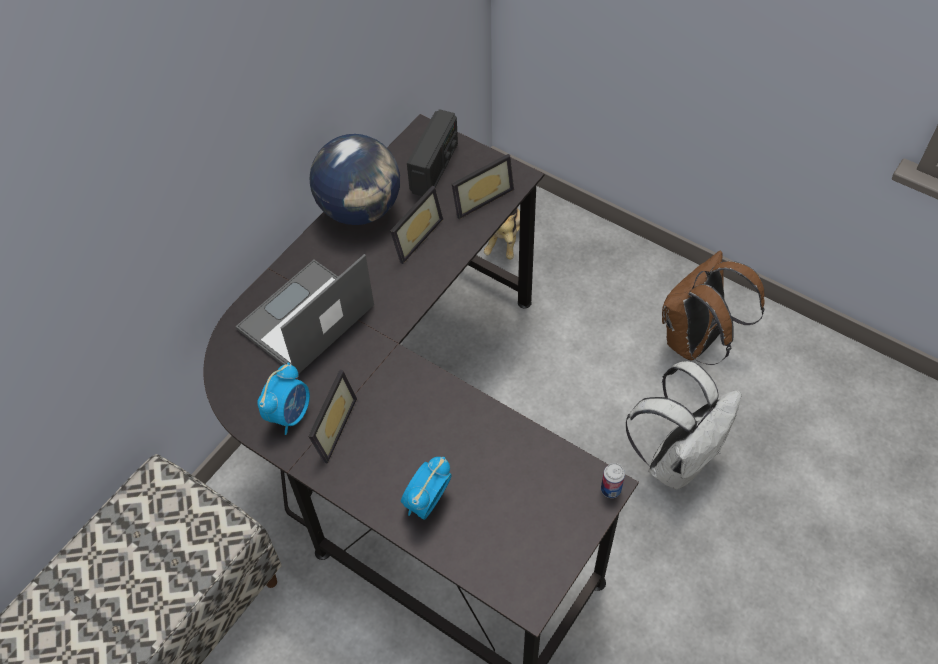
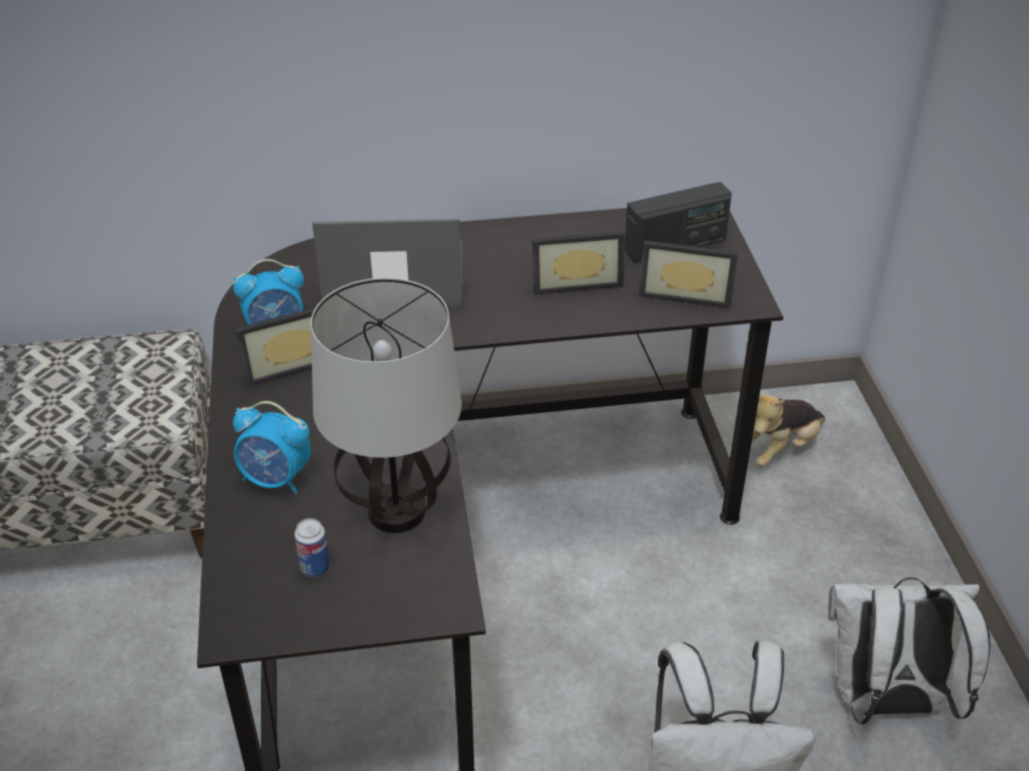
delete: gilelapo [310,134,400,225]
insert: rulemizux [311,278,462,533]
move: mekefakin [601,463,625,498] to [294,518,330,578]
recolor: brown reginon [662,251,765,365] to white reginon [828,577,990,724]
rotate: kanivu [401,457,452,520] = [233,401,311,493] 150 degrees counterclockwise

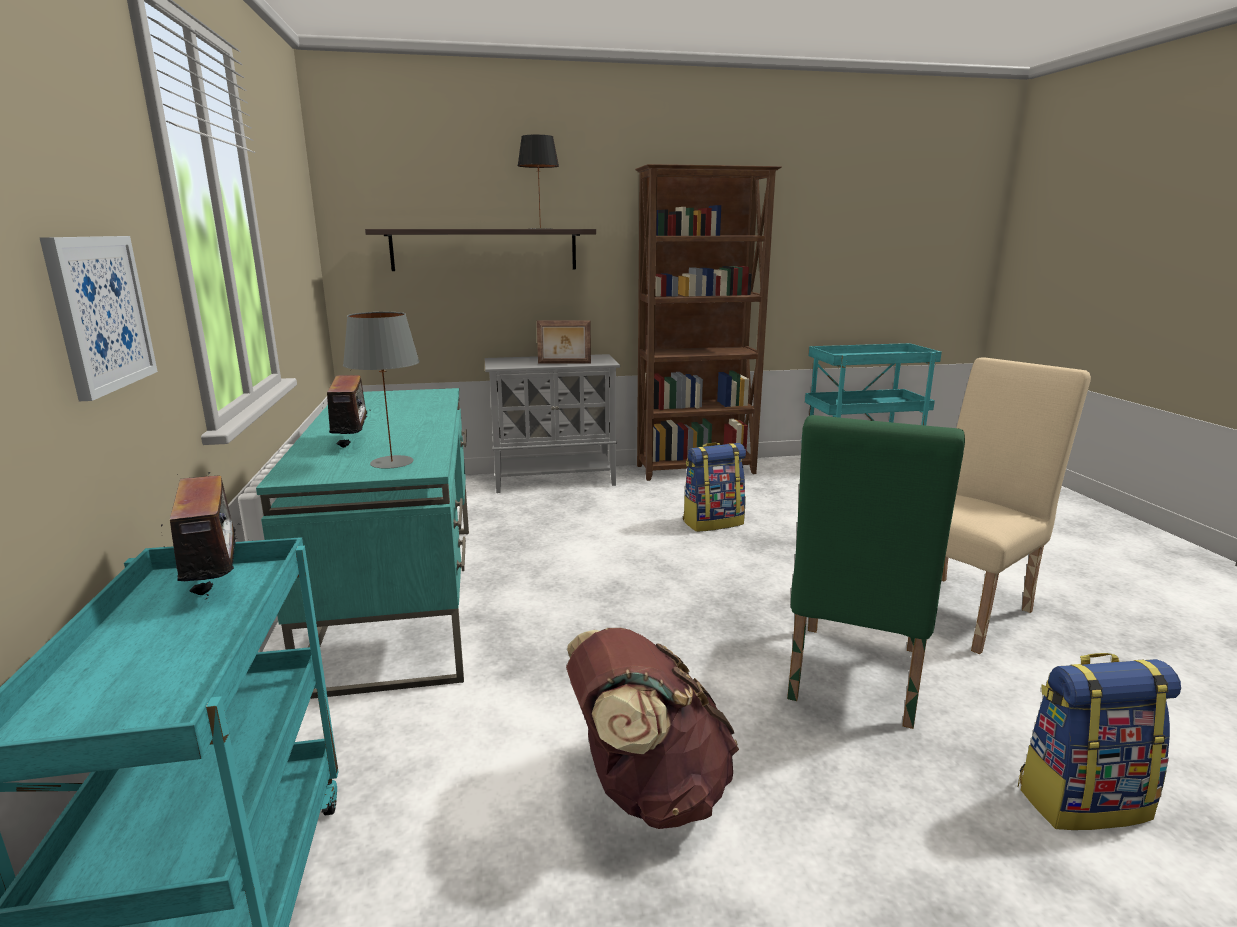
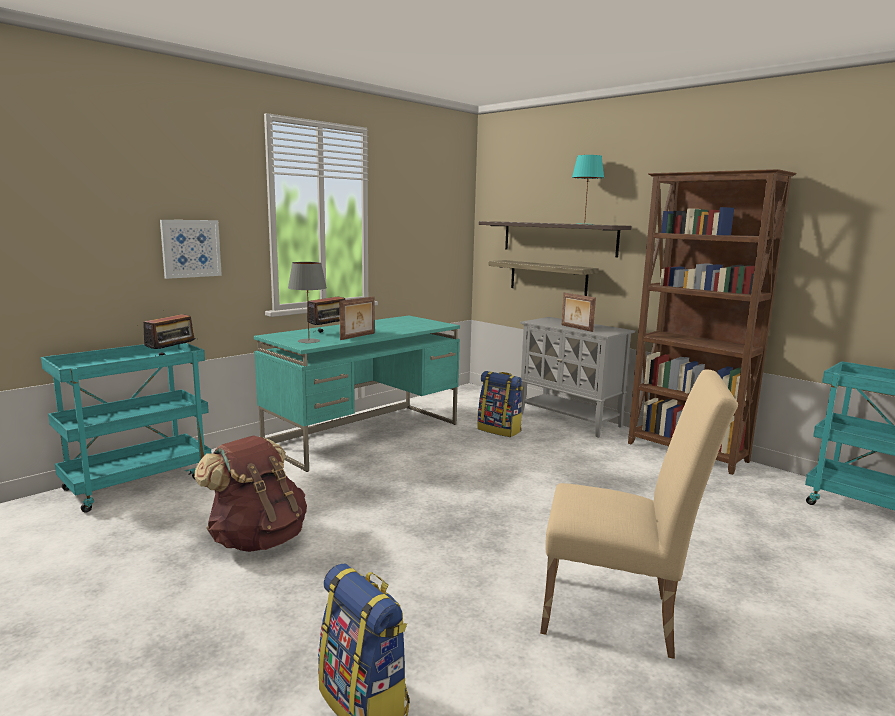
delete: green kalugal [787,415,965,729]
insert: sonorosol [339,296,375,340]; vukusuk [488,260,599,296]
move: reginon [683,442,746,532] to [477,371,523,437]
recolor: black rulemizux [517,135,559,229] to turquoise rulemizux [572,155,604,224]

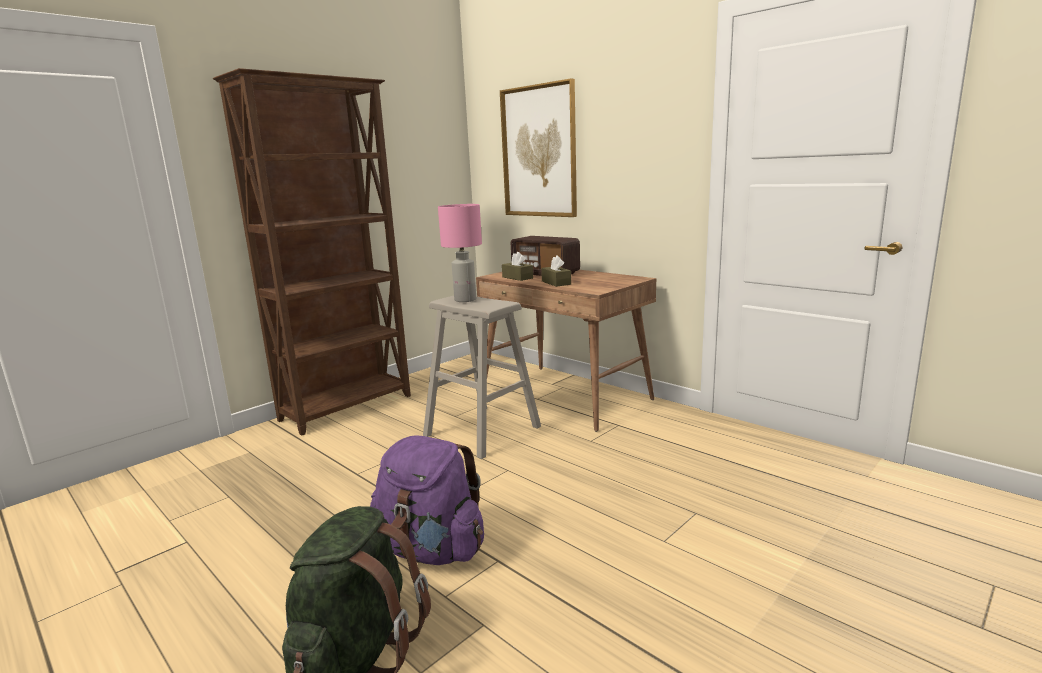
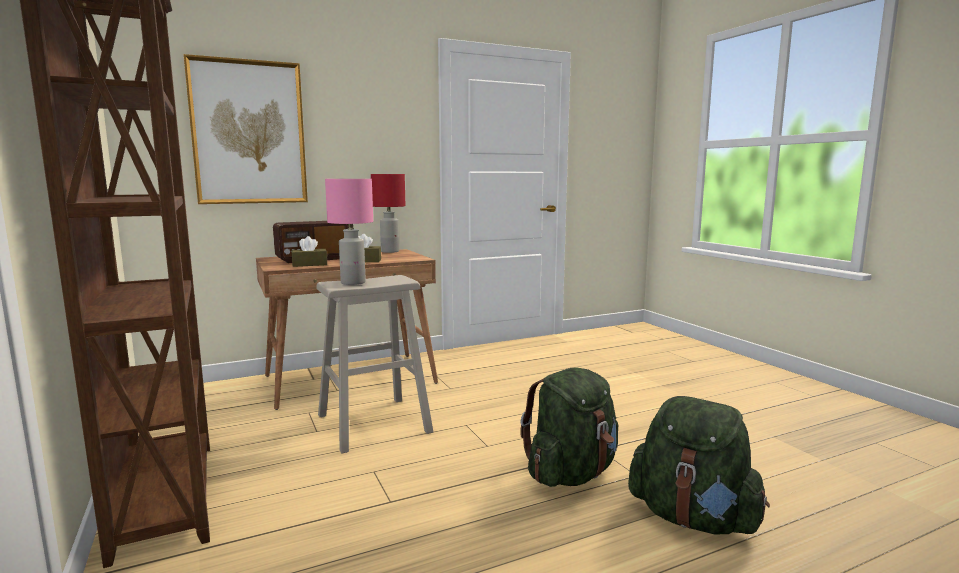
insert: red rulemizux [371,174,406,253]
recolor: purple reginon [370,435,484,565] to green reginon [520,367,618,487]

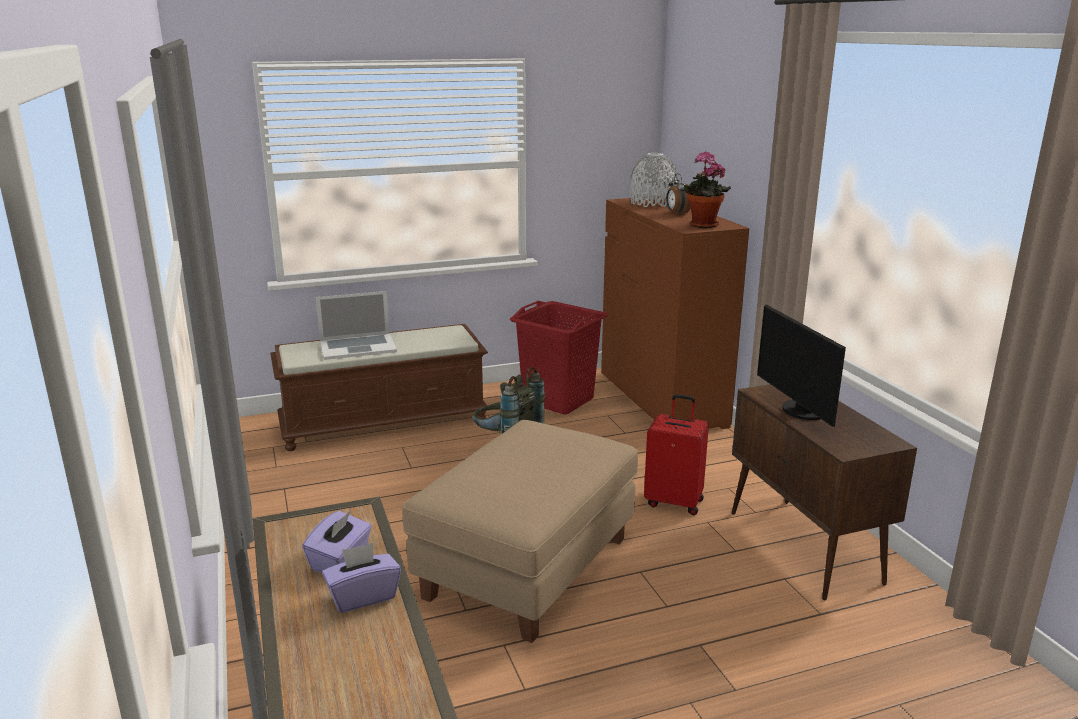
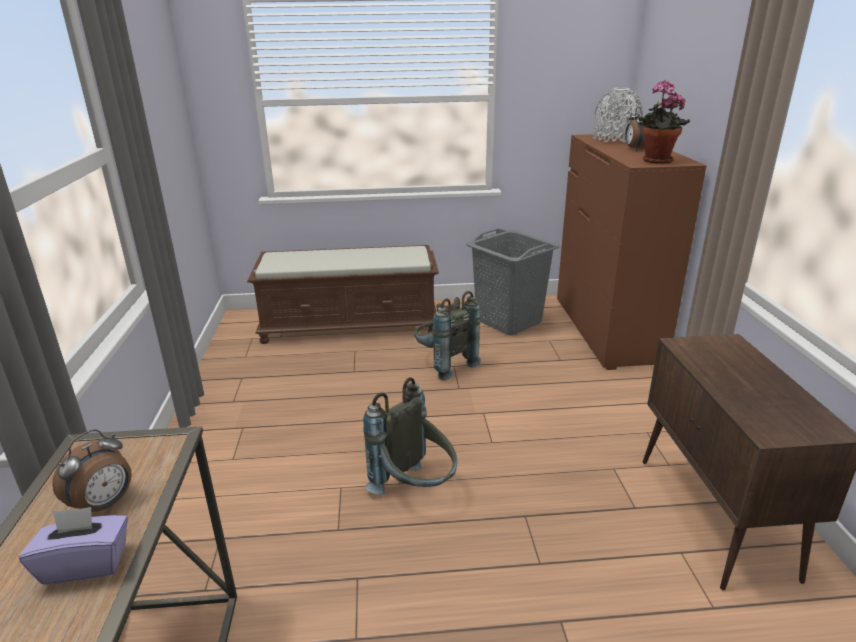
delete: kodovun [316,291,397,360]; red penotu [644,394,709,515]; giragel [757,305,846,427]
replace: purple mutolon [302,511,372,573] to kanivu [52,429,132,513]; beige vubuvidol [403,420,639,643] to grey reginon [363,377,457,495]
recolor: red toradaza [510,301,608,415] to grey toradaza [466,228,560,336]

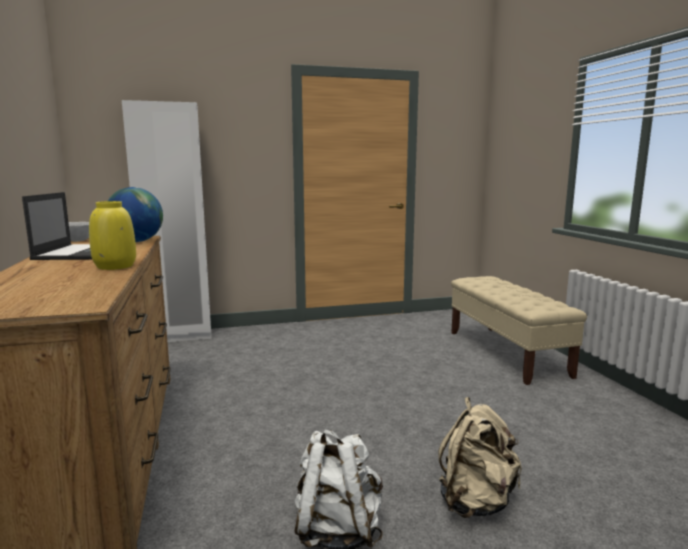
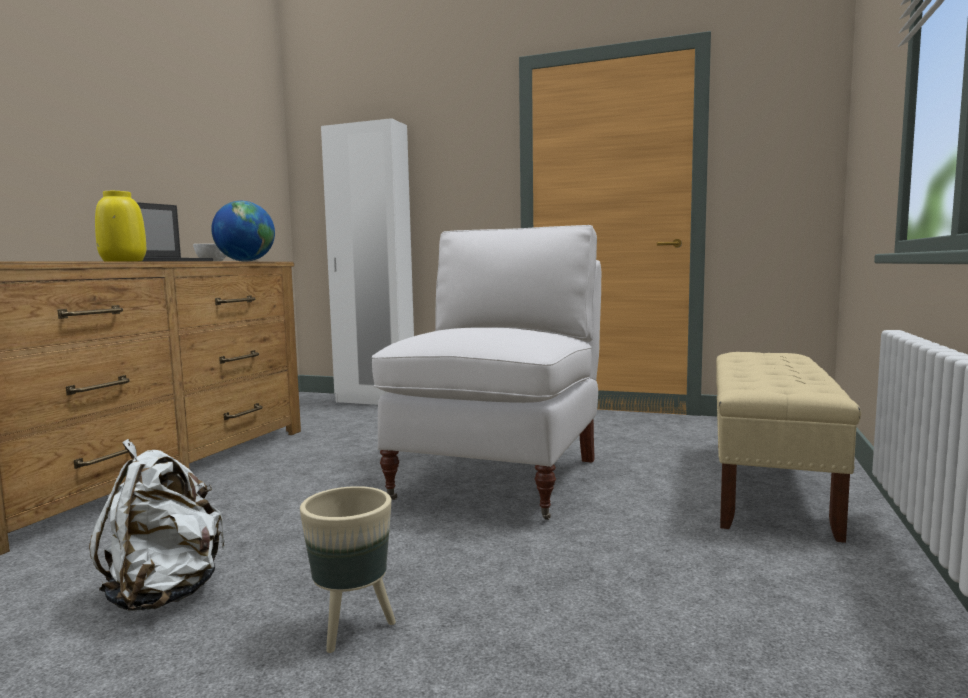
insert: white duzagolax [372,225,601,520]
replace: beige reginon [438,397,522,518] to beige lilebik [300,486,396,653]

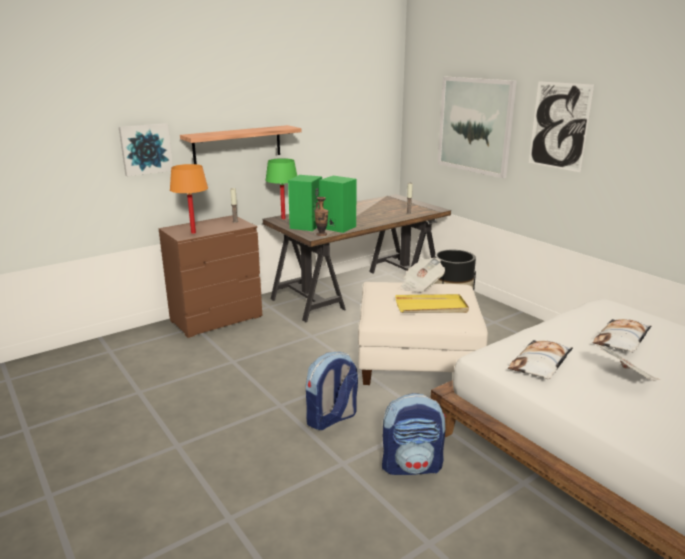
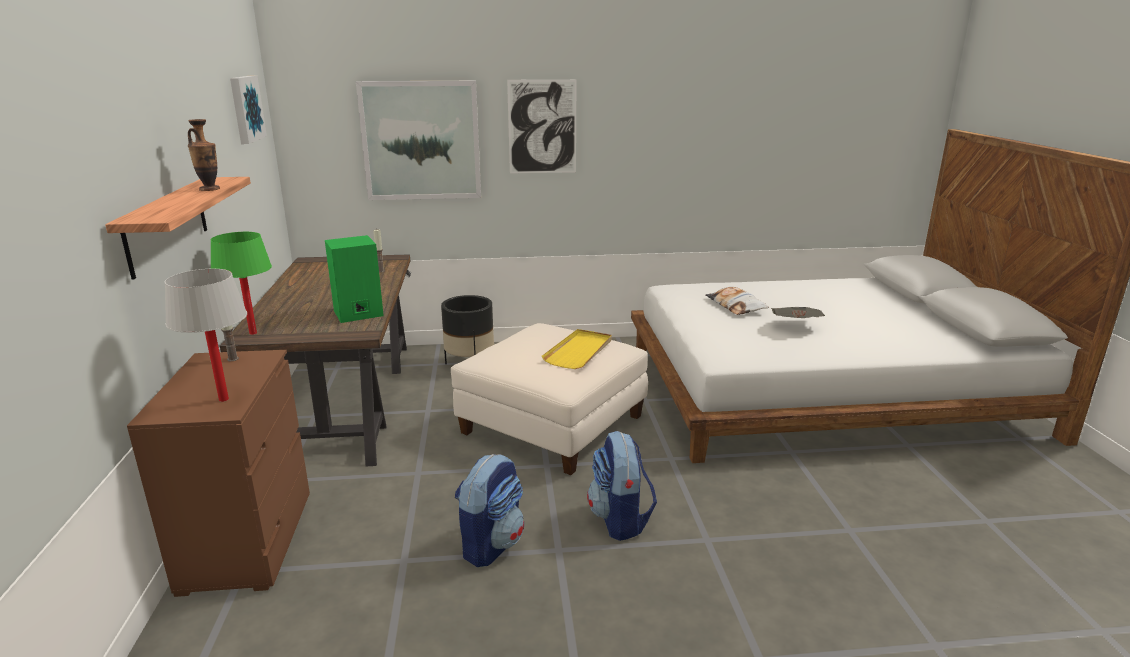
delete: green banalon [288,175,322,231]; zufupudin [400,258,445,293]; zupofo [508,340,573,379]
move: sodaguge [119,123,173,176] to [230,75,267,144]; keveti [315,197,328,236] to [188,119,220,191]; reginon [382,393,446,475] to [455,454,524,567]
recolor: orange rulemizux [170,164,208,234] to white rulemizux [165,269,247,402]

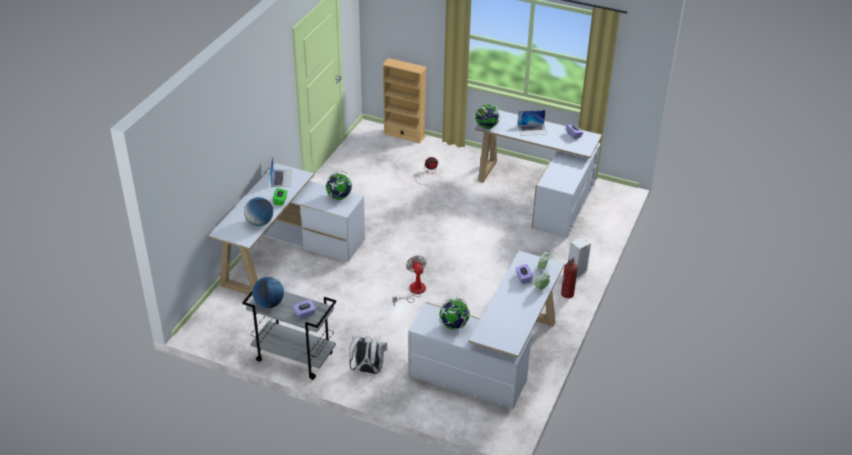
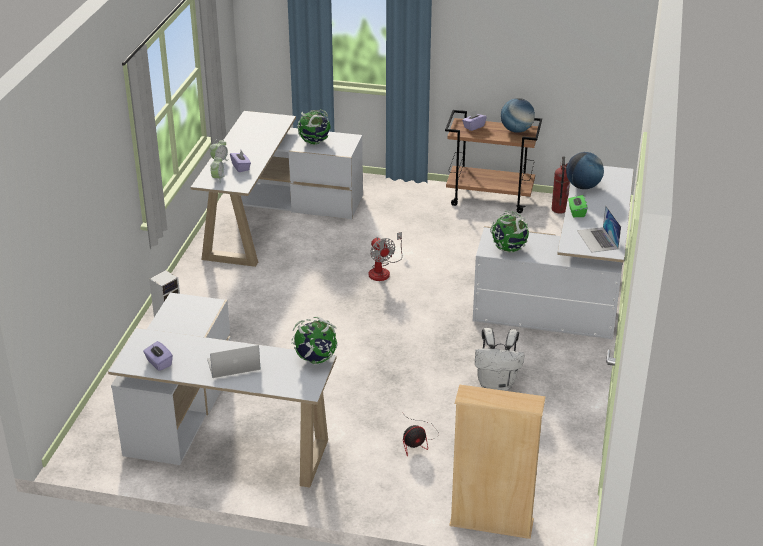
move: white reginon [349,335,387,374] to [475,328,525,391]; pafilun [561,258,578,298] to [552,156,570,214]
recolor: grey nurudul [242,290,337,380] to brown nurudul [445,110,542,213]

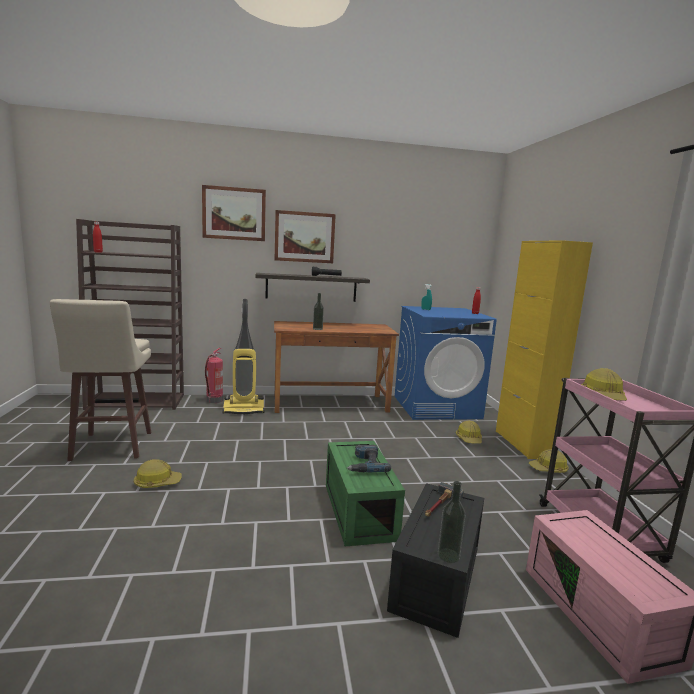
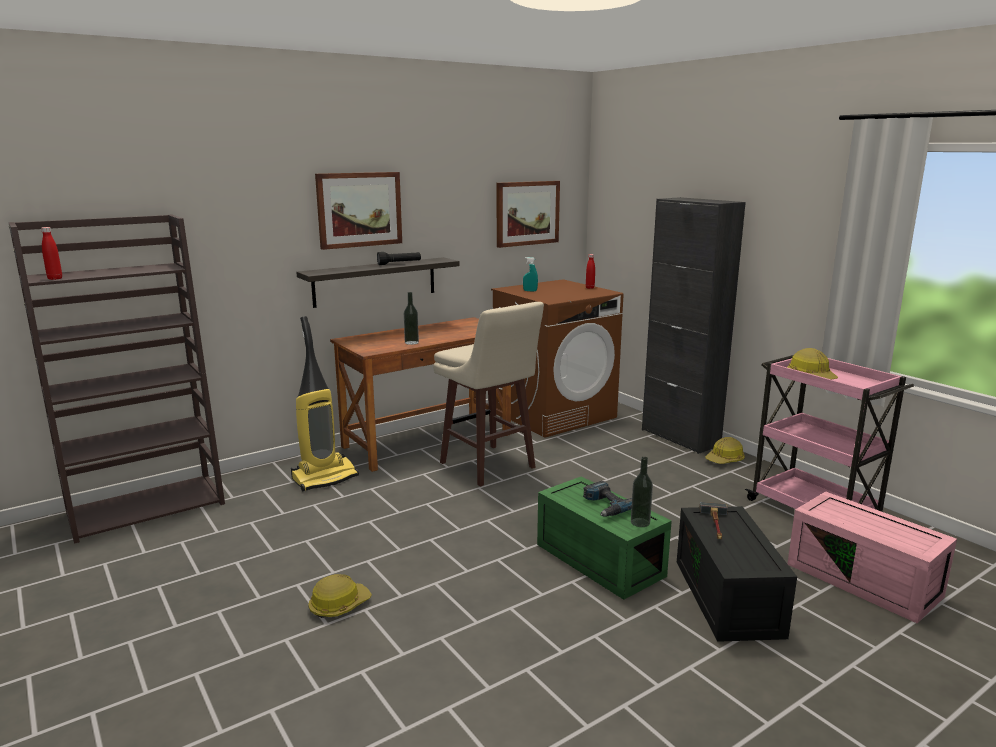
delete: pafilun [205,348,223,403]; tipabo [456,421,482,444]
move: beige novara [50,299,152,461] to [433,302,544,487]; sodaguge [202,185,266,241] to [497,181,560,248]; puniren [438,481,465,563] to [631,457,653,527]
recolor: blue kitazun [395,306,497,420] to brown kitazun [491,279,624,438]; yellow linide [496,240,593,459] to black linide [642,197,746,454]

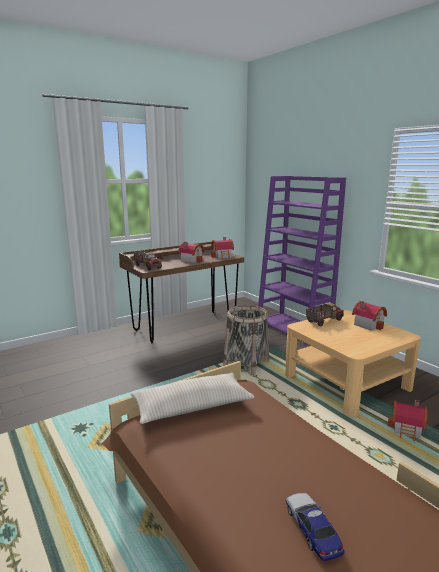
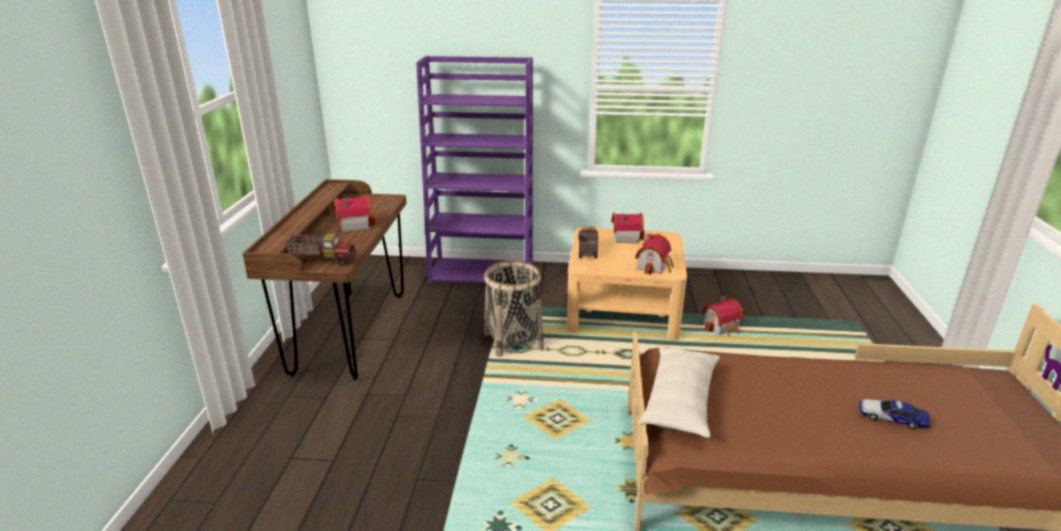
move: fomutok [211,237,234,259] to [635,233,674,275]

